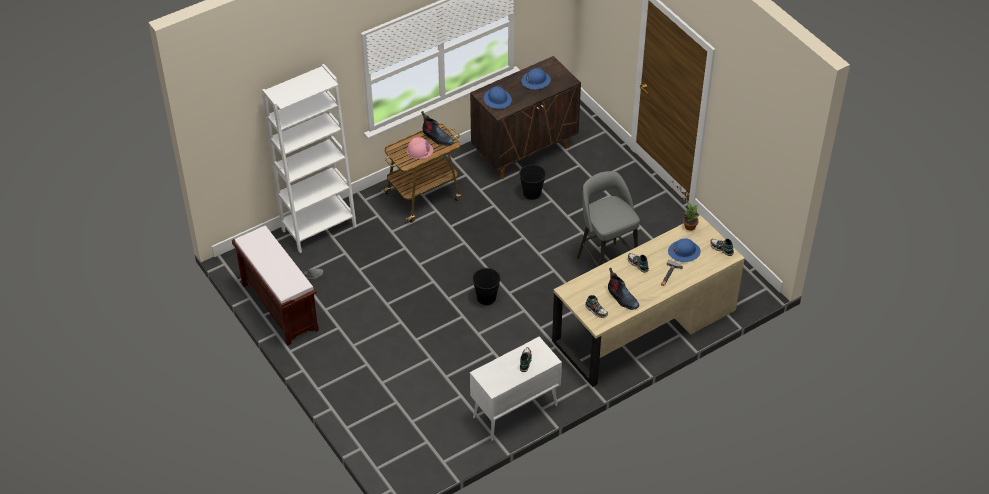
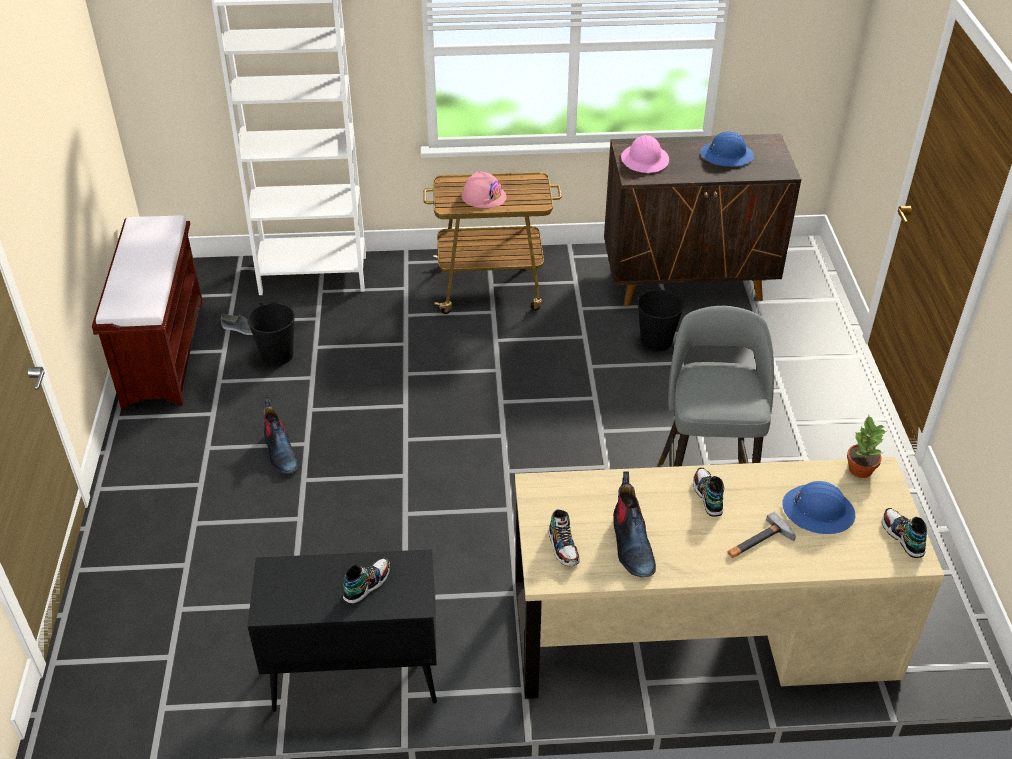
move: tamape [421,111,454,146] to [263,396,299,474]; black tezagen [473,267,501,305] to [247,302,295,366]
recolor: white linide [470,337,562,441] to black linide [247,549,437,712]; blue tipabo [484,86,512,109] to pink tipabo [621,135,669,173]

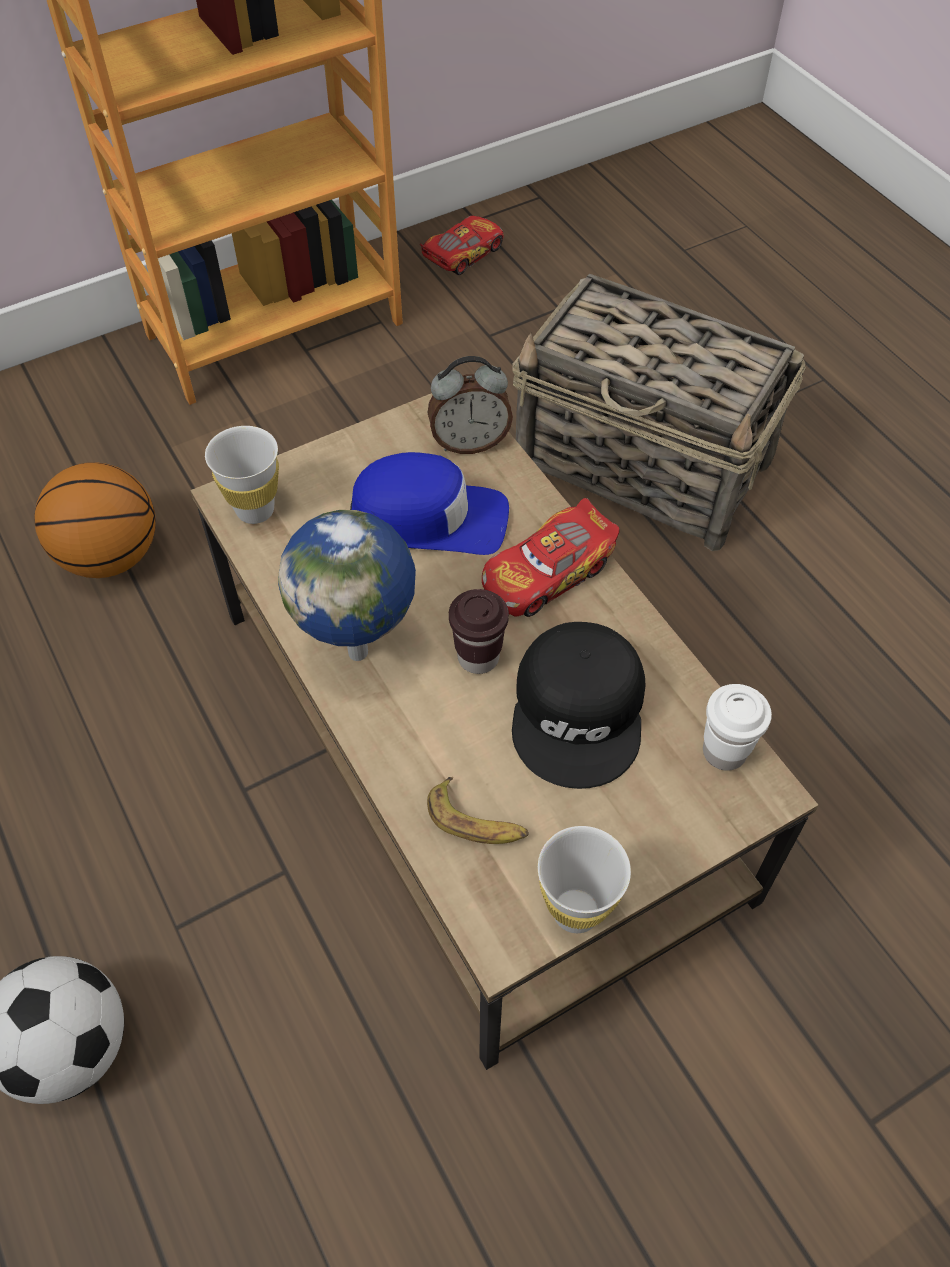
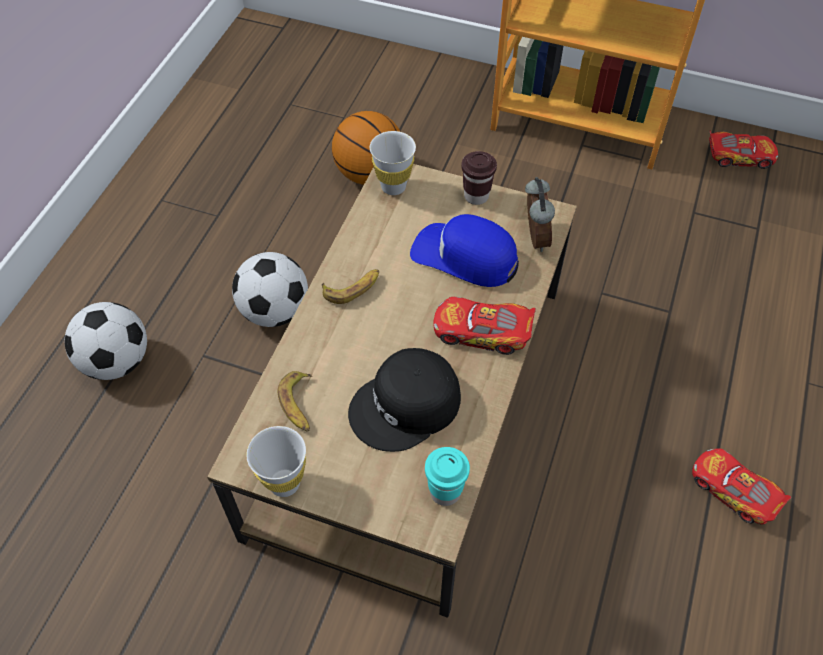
delete: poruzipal [512,274,806,551]
insert: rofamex [232,252,308,327]; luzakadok [692,448,791,525]
move: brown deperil [449,589,509,674] to [461,151,497,205]
replace: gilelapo [278,510,416,661] to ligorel [322,269,379,304]
recolor: white deperil [703,684,772,771] to turquoise deperil [425,447,470,506]
rotate: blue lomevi [350,452,509,555] = [410,214,519,287] 150 degrees clockwise; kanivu [428,356,513,454] = [525,177,555,252] 135 degrees counterclockwise

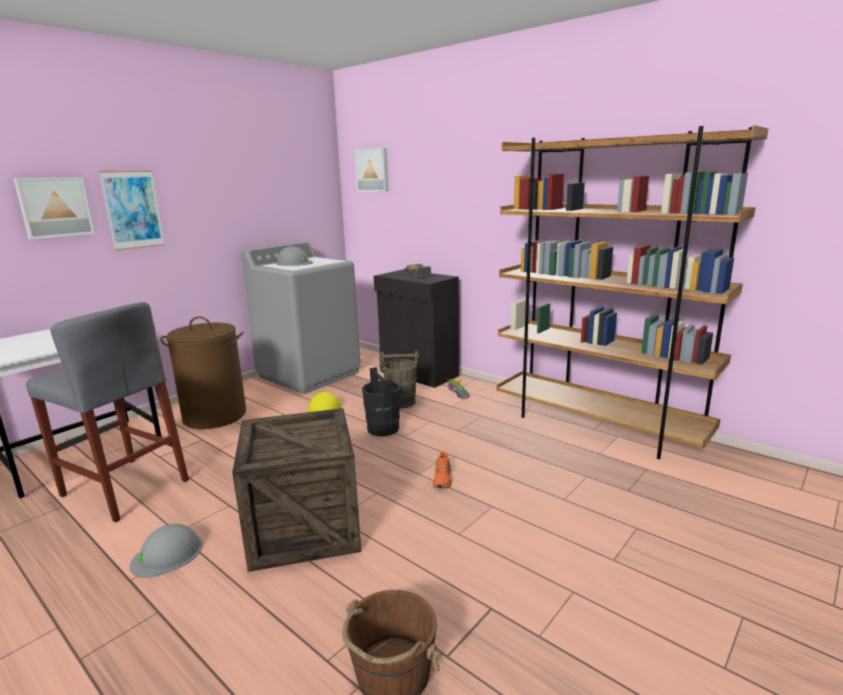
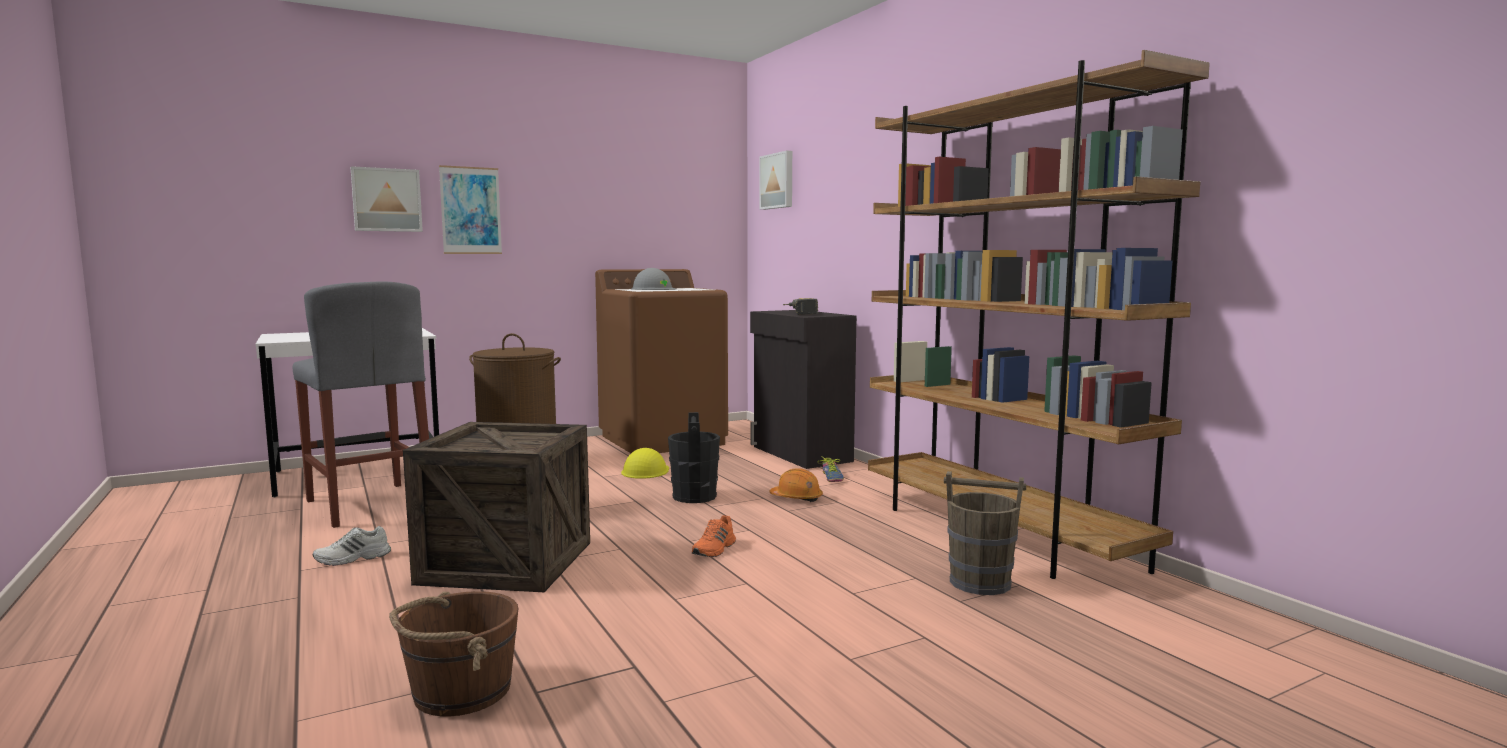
insert: orange tipabo [770,468,823,502]
move: brown tezagen [380,351,419,408] to [944,471,1026,595]
replace: grey tipabo [130,524,203,578] to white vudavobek [313,526,391,566]
recolor: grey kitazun [241,241,361,394] to brown kitazun [595,269,728,453]

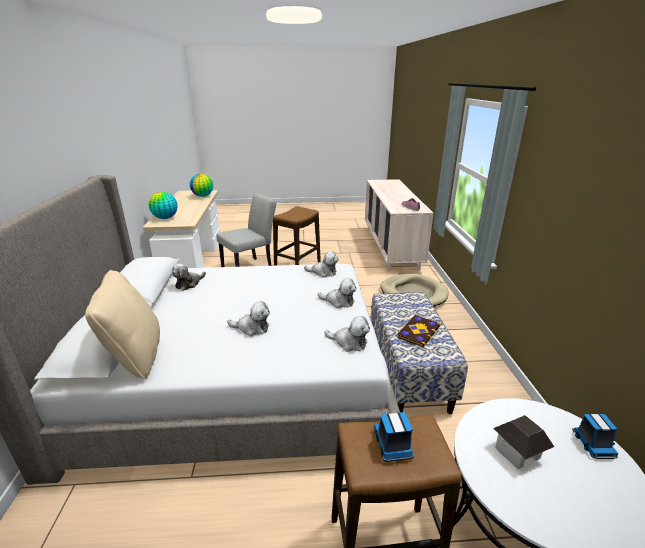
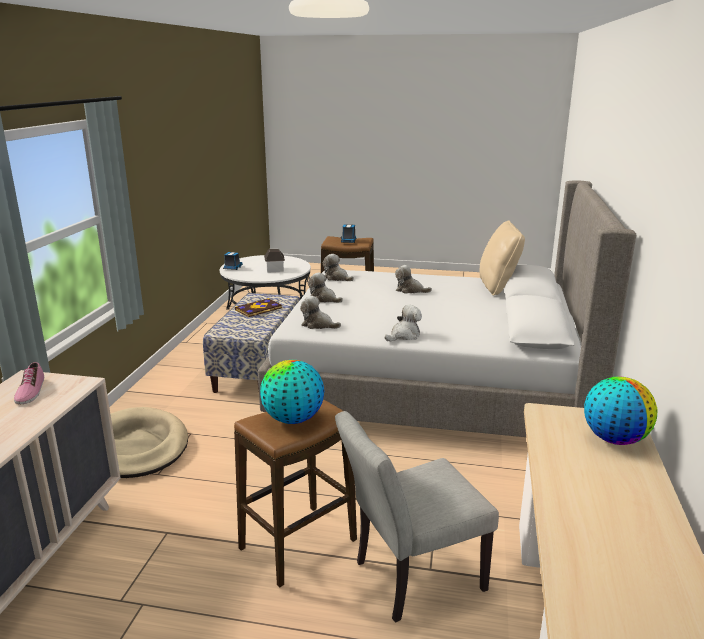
move: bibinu [172,264,206,291] to [385,305,422,341]; gilelapo [190,174,213,197] to [260,360,324,424]

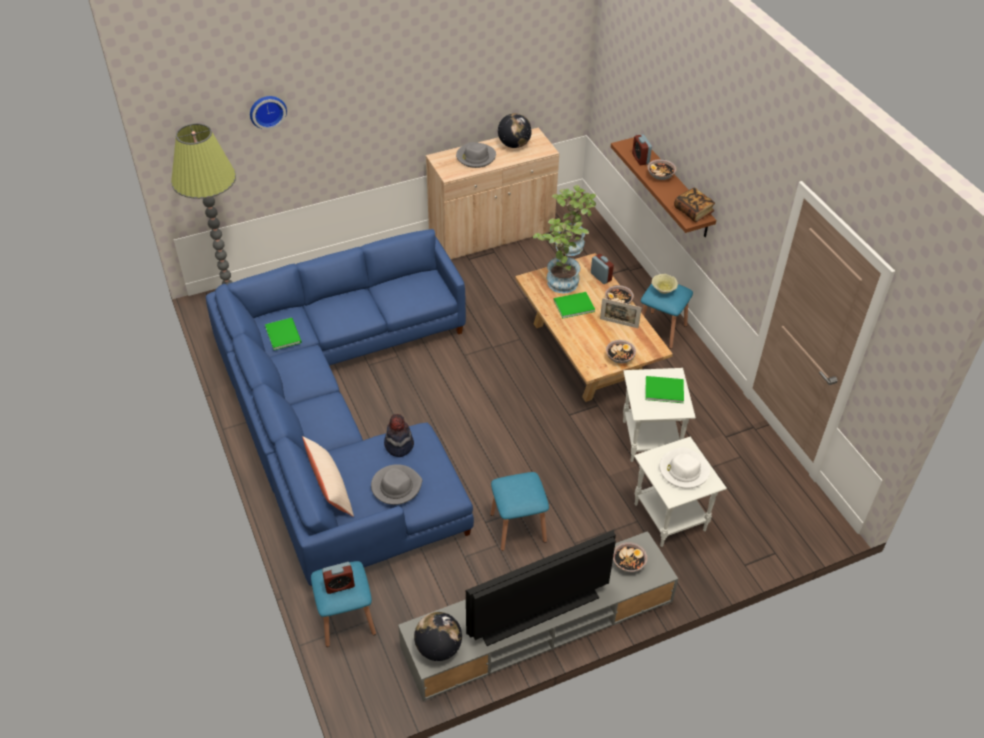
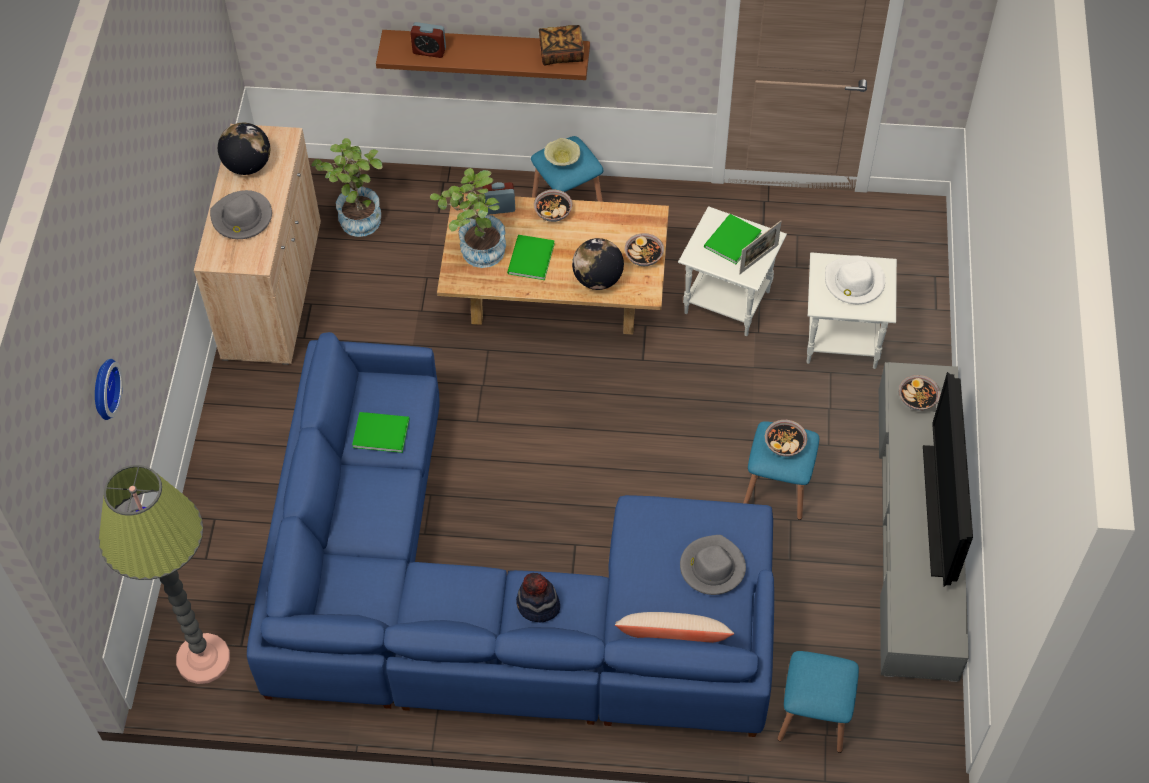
delete: kanivu [322,562,355,594]
move: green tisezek [265,318,302,350] to [352,412,409,453]; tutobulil [384,414,414,457] to [516,573,560,623]; gilelapo [414,612,462,661] to [572,238,624,290]; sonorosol [600,298,642,328] to [739,221,781,274]; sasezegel [648,159,676,180] to [765,420,807,457]

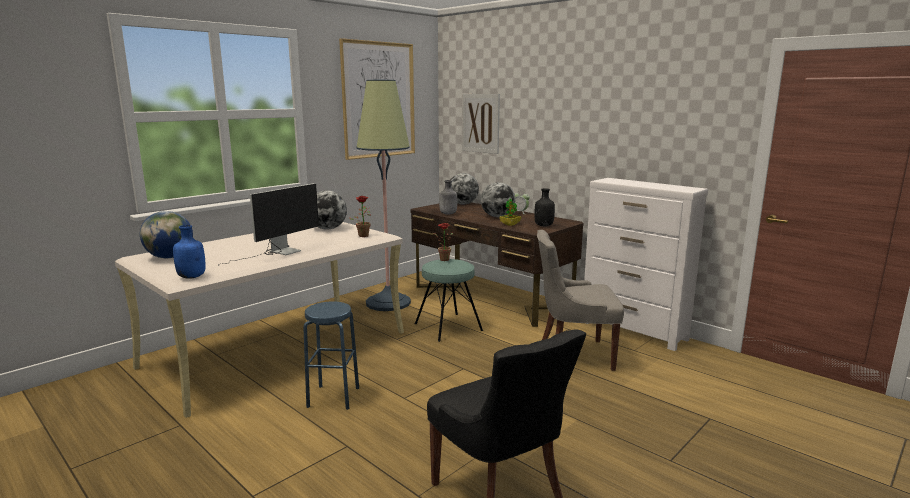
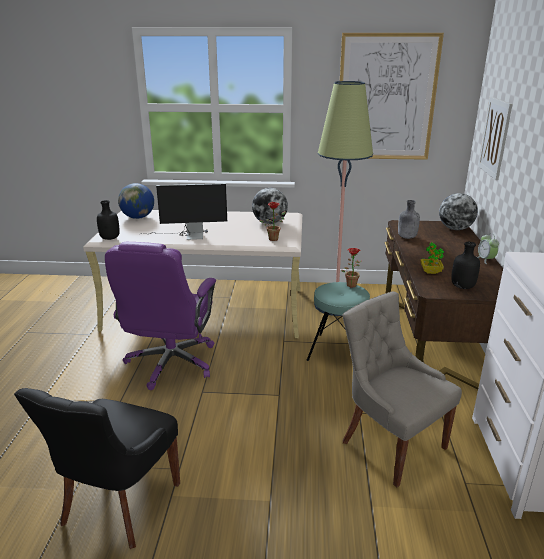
delete: gilelapo [481,182,515,217]
replace: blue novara [303,301,359,410] to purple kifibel [105,242,216,390]
recolor: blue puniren [173,225,206,279] to black puniren [97,200,120,240]

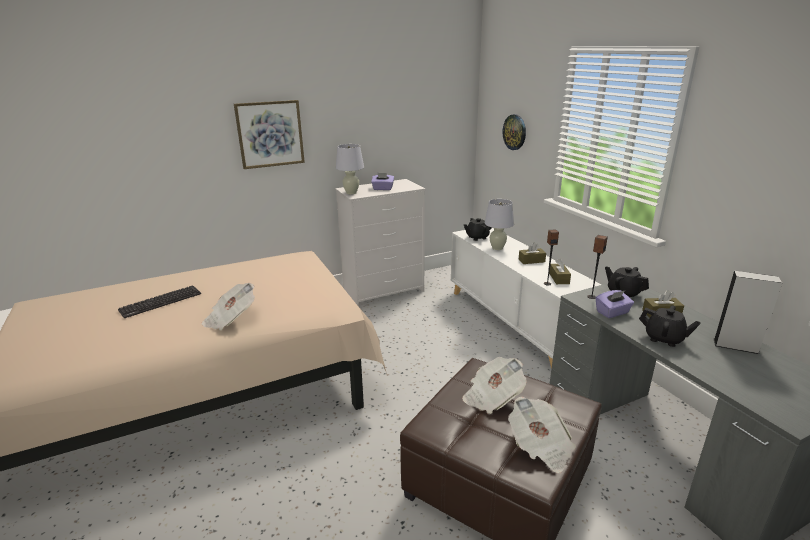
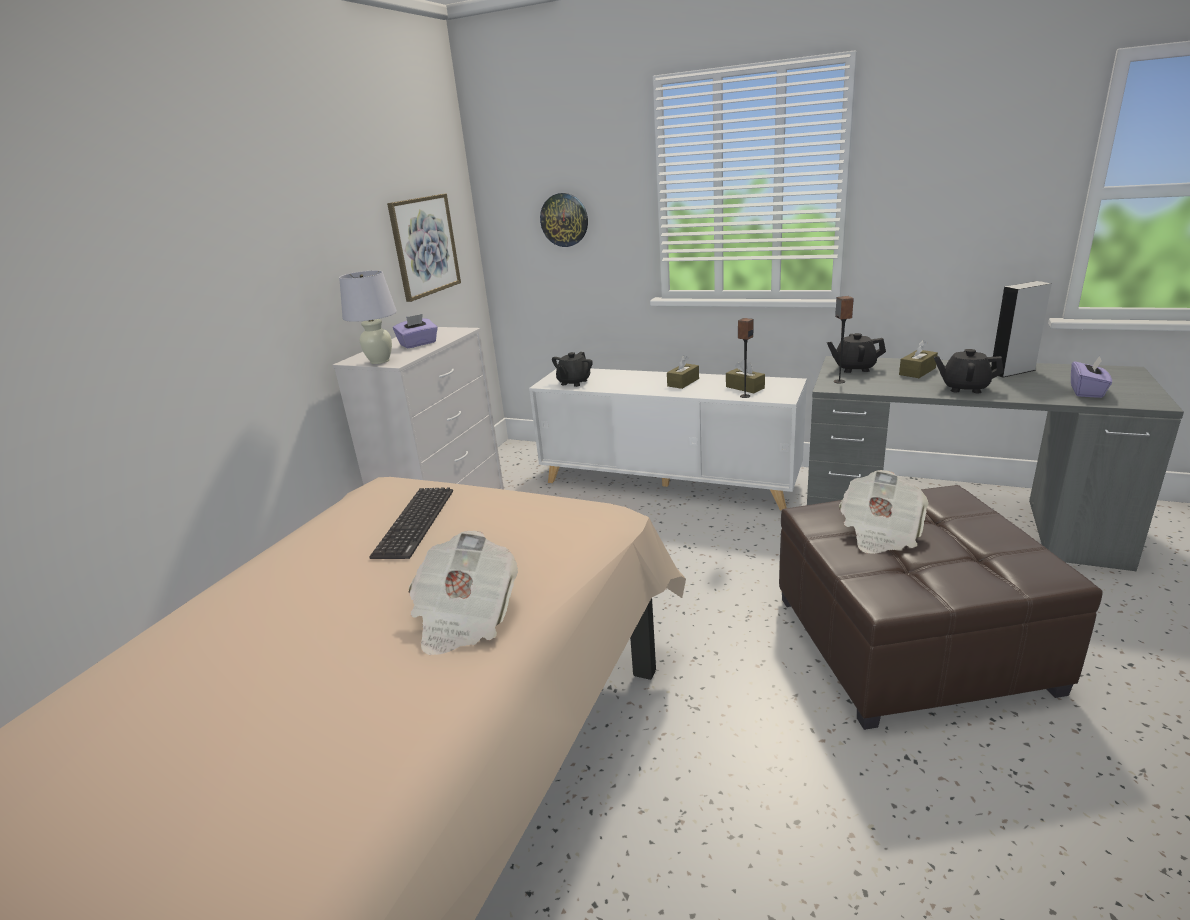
delete: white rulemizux [485,199,514,250]; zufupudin [508,396,576,473]
move: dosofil [118,286,201,318] to [370,487,453,559]; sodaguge [234,100,305,169] to [387,193,461,302]; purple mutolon [596,290,634,318] to [1071,356,1112,398]
rotate: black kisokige [639,305,701,347] = [934,349,1004,393] 150 degrees counterclockwise

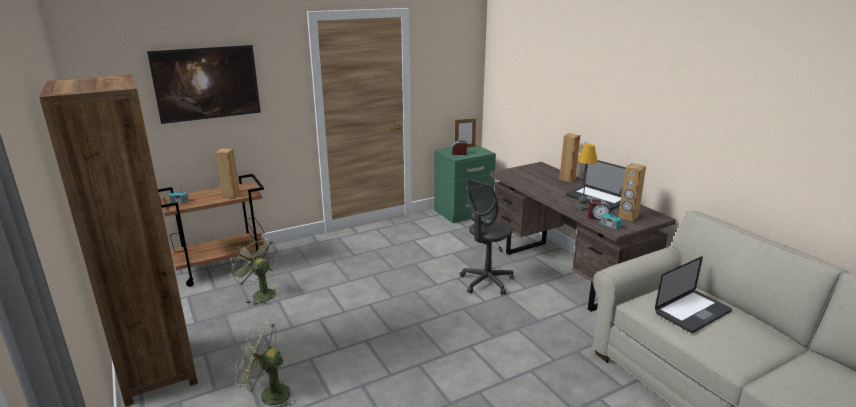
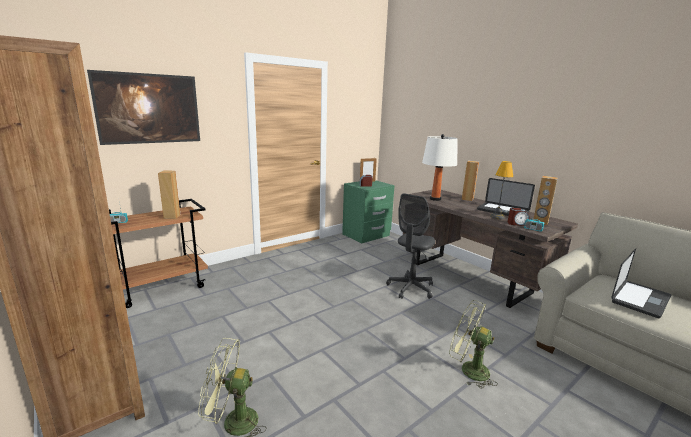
insert: white rulemizux [422,134,458,201]
move: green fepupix [229,237,278,306] to [449,300,498,389]

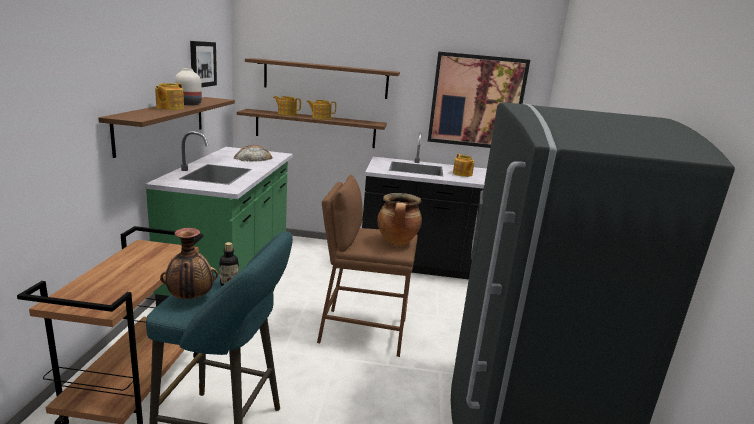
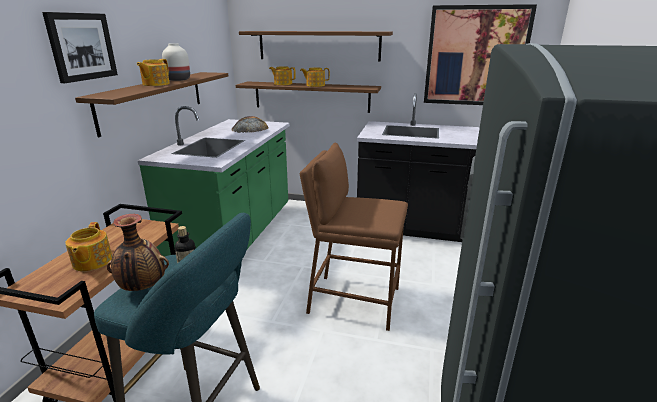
delete: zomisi [377,193,422,246]
move: sodaguge [190,41,217,87] to [42,12,118,83]; kisokige [453,154,474,177] to [65,222,112,271]

